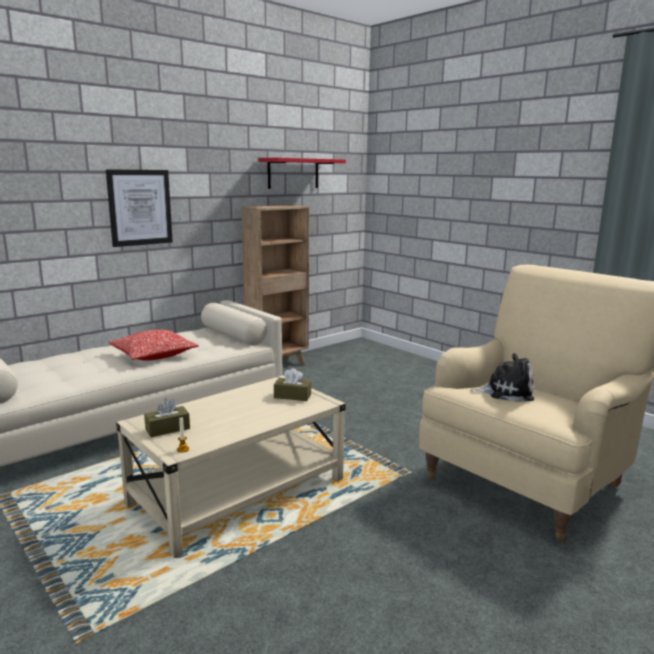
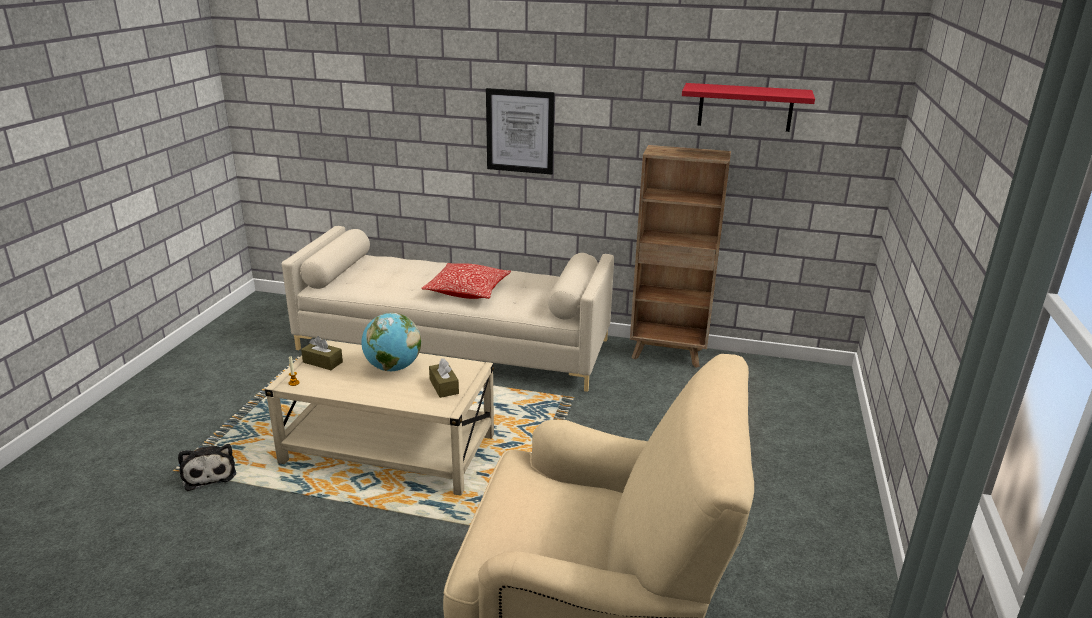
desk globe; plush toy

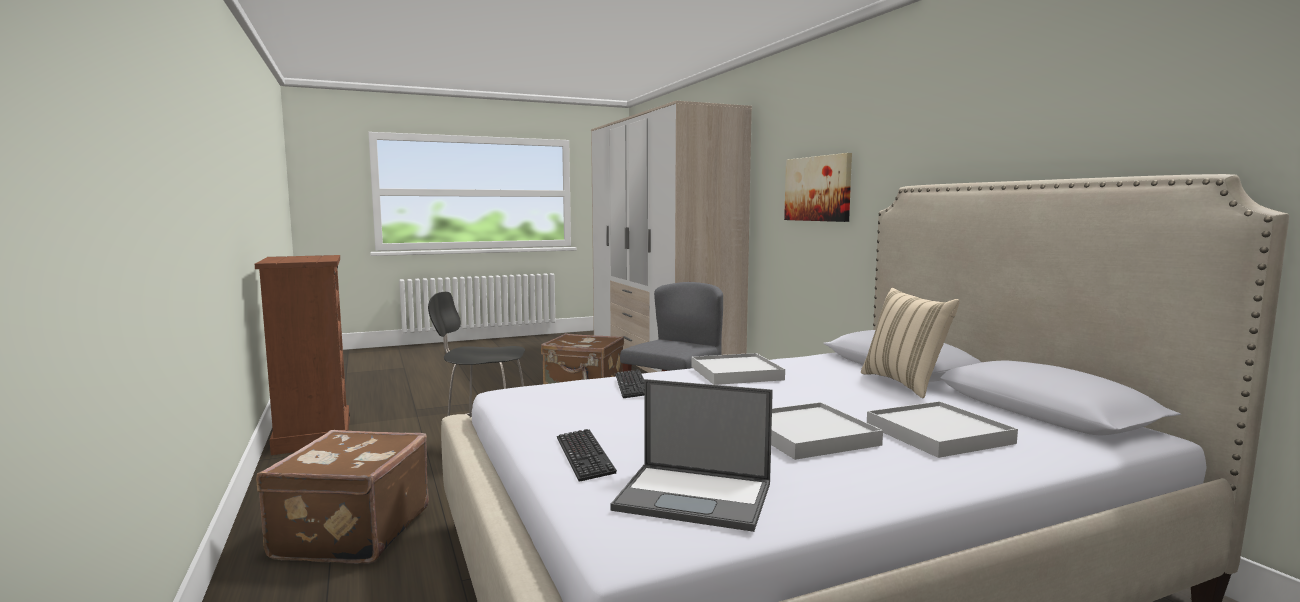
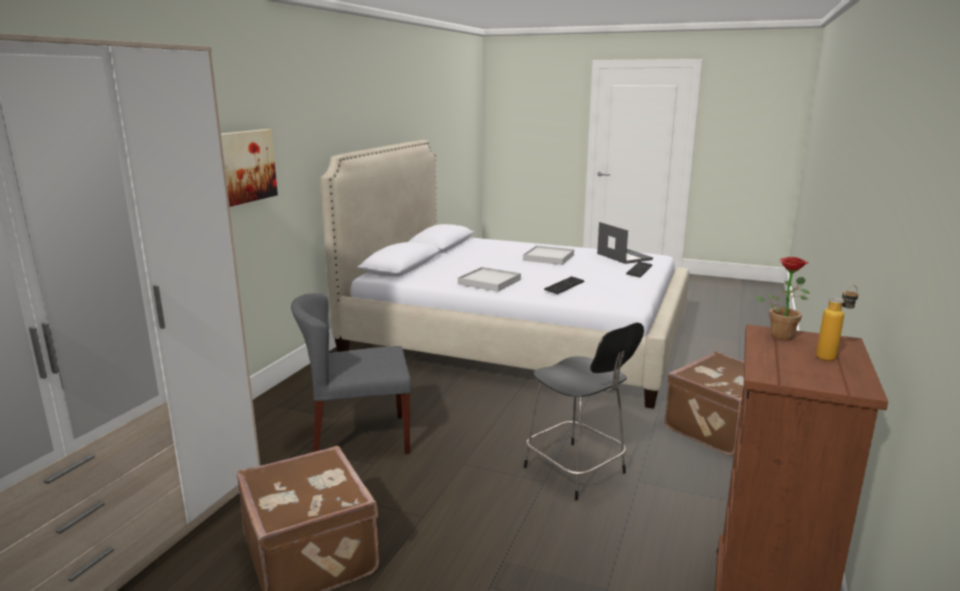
beige throw pillow; whitish serving tray (no. 3 from left in the first image); potted plant; bottle

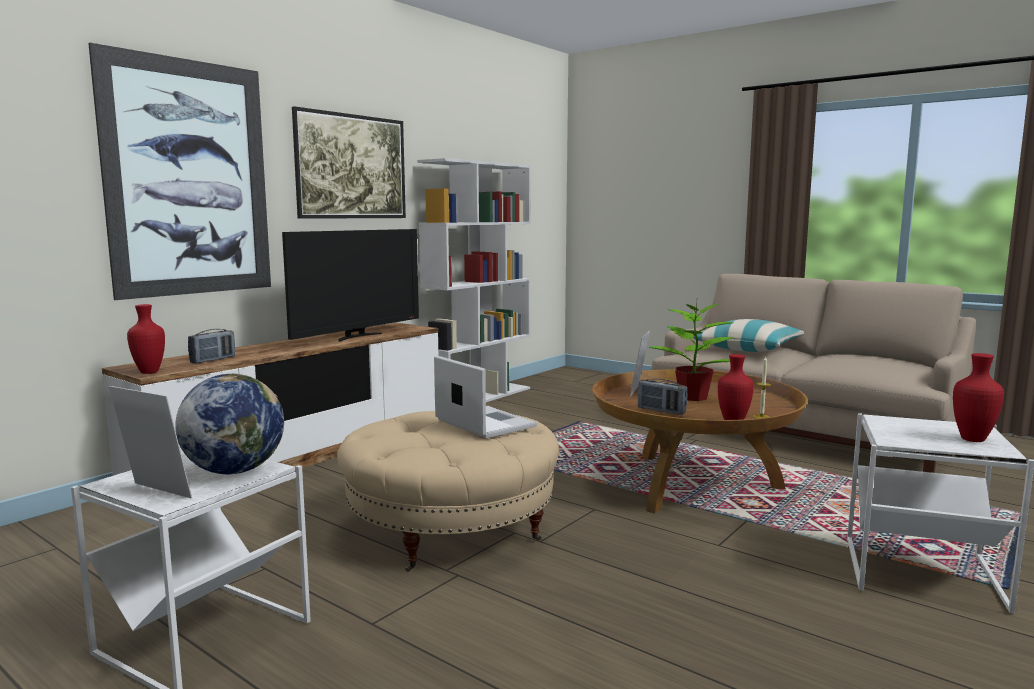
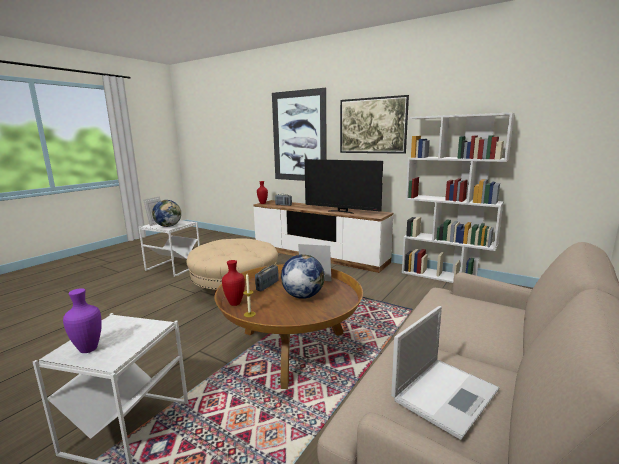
throw pillow; notebook computer; desk globe (no. 2 from left); purplish vase

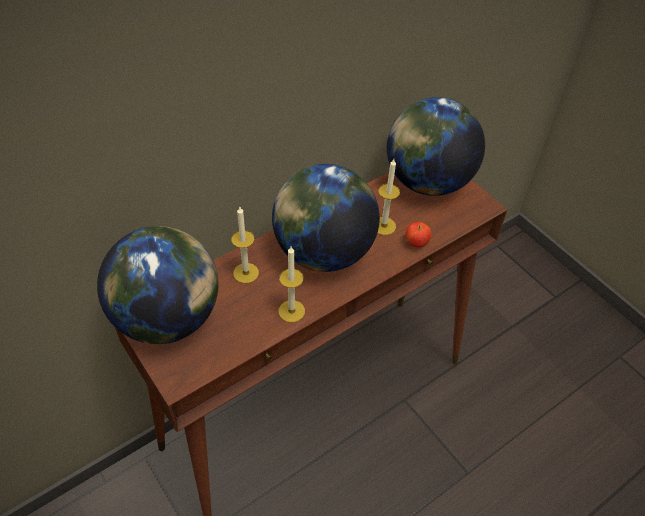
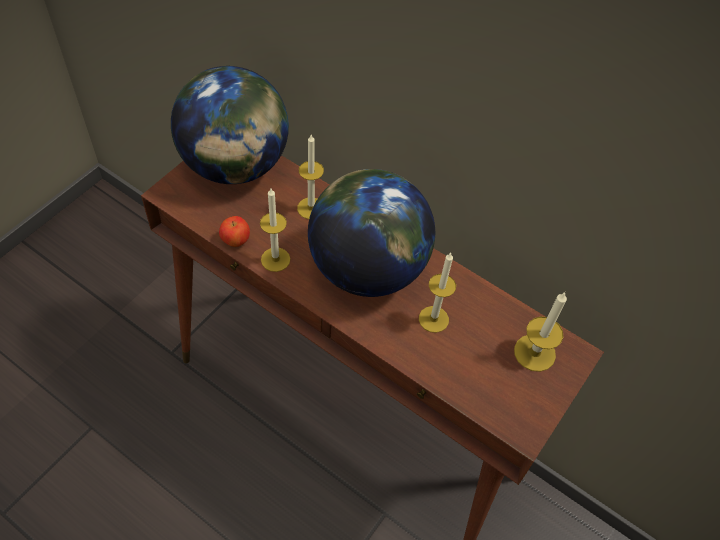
apple; wax light (no. 4 from left)

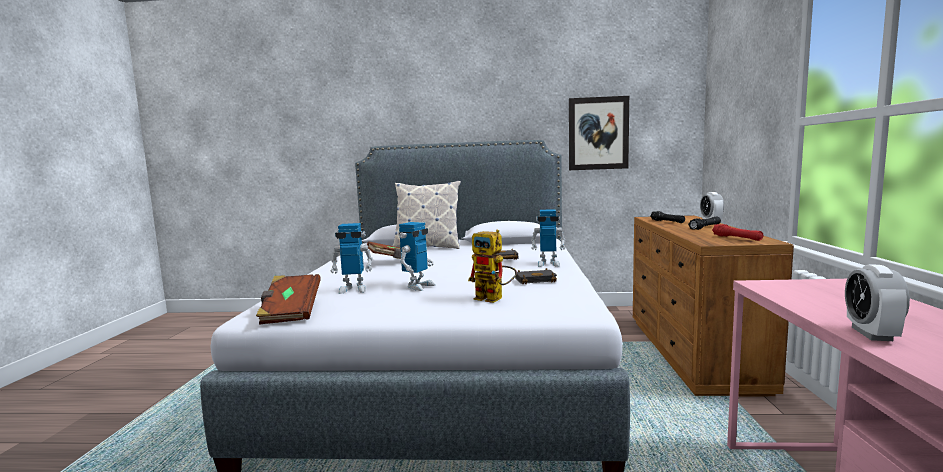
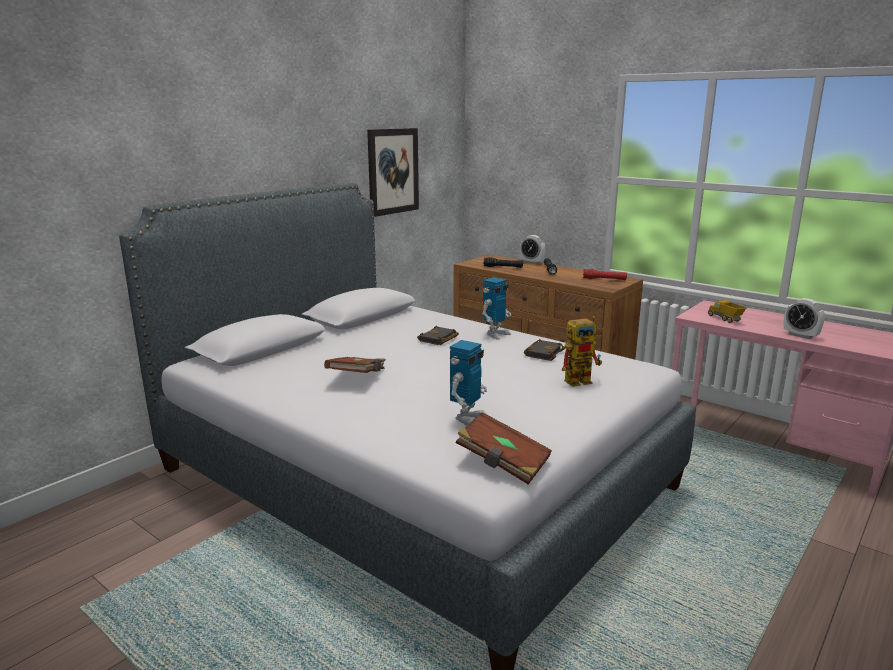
throw pillow; toy robot (no. 2 from left in the first image); toy truck

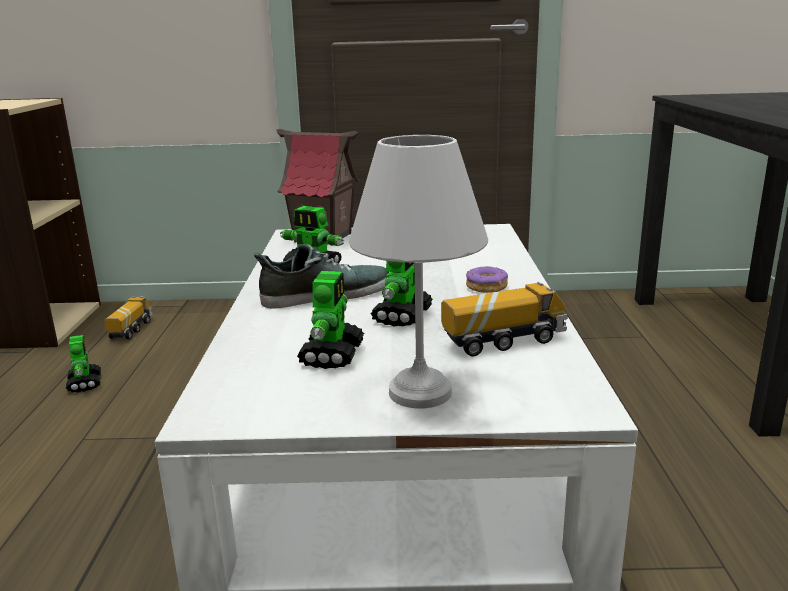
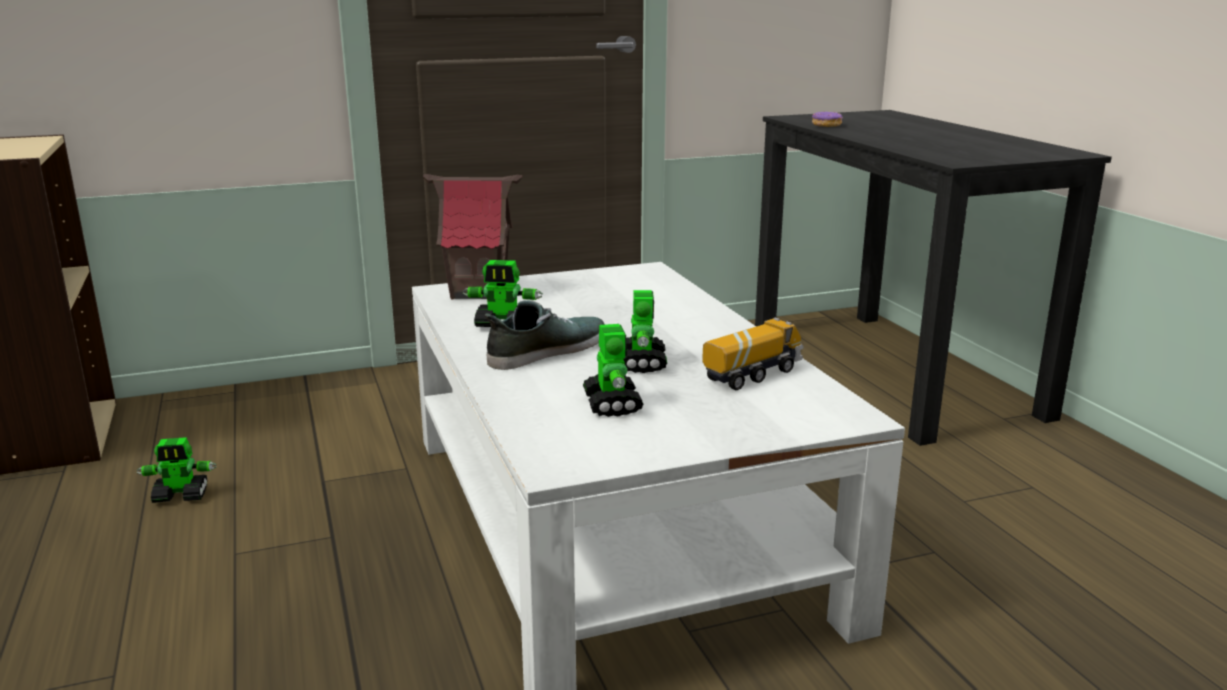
toy truck (no. 1 from left in the first image); whitish tabletop lamp; donut; toy robot (no. 1 from left)

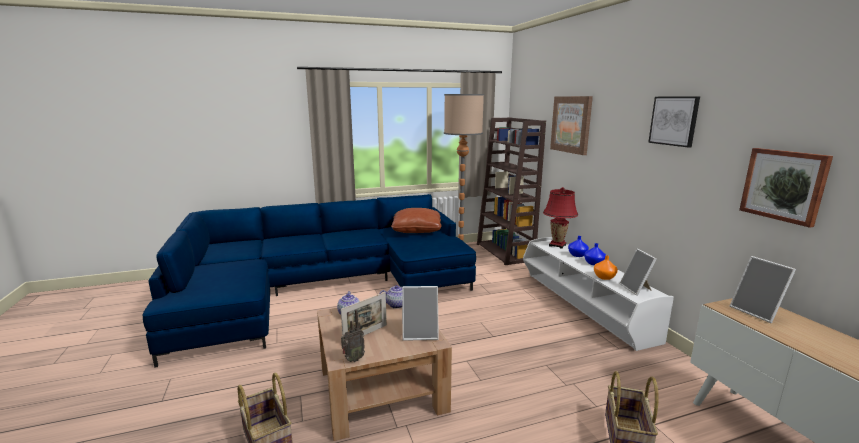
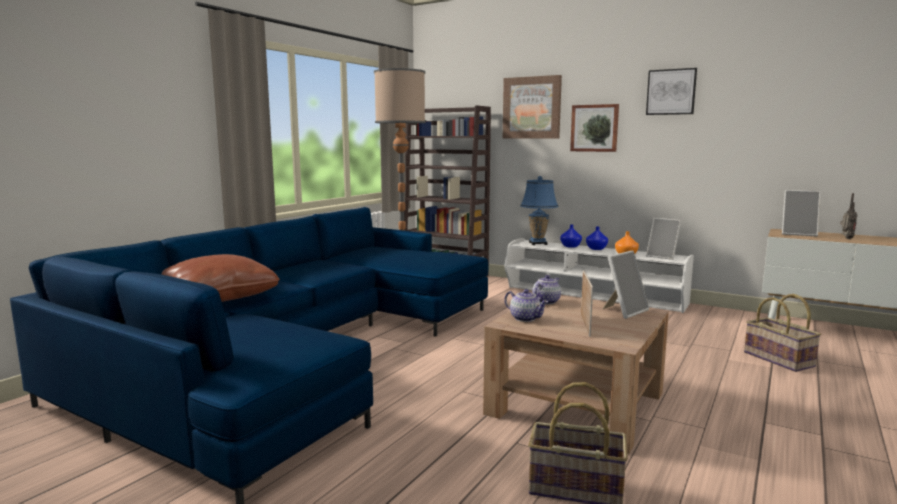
radio receiver; brownish throw pillow; wall picture (no. 2 from left); bluish tabletop lamp

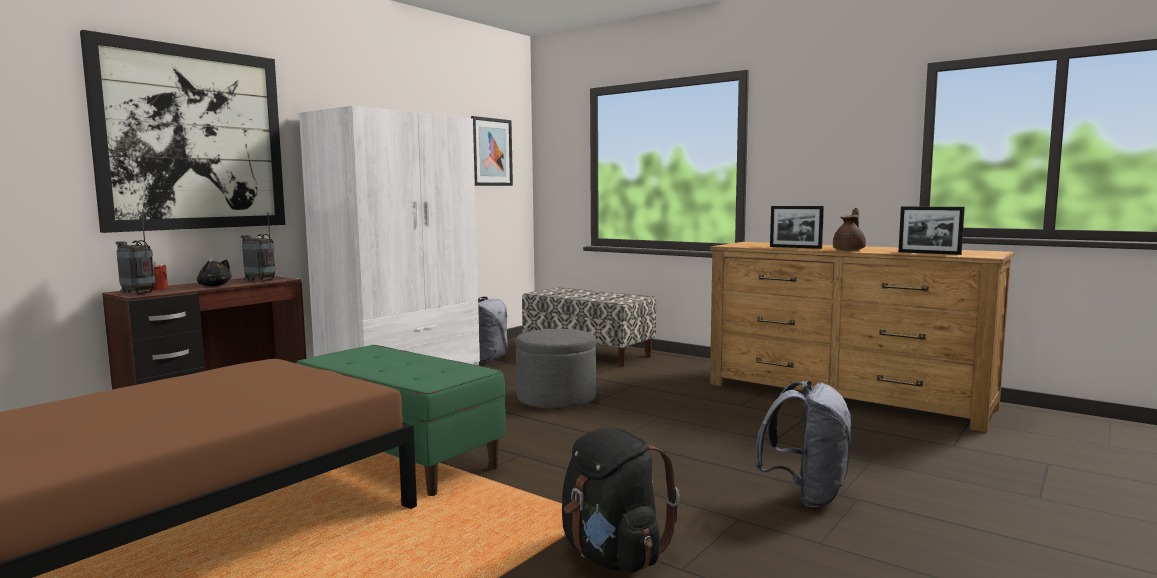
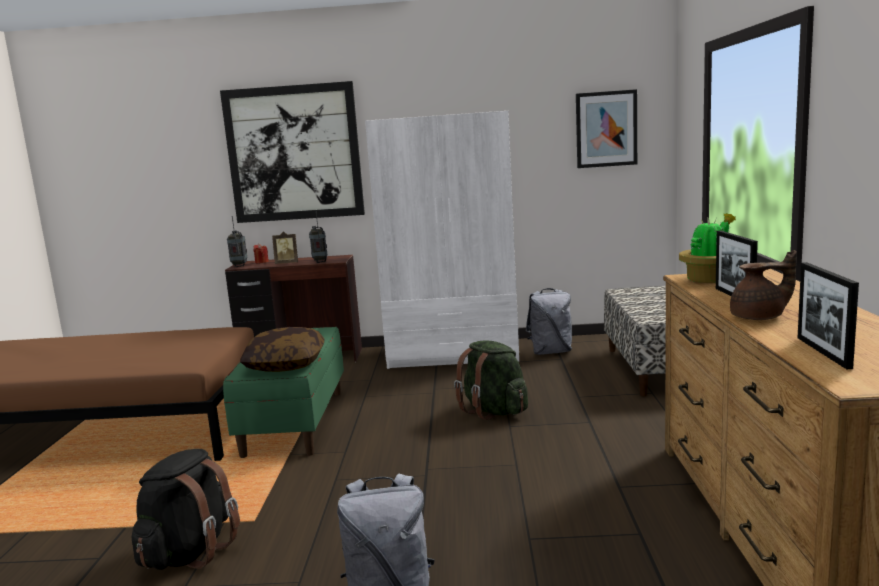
throw pillow; potted plant; standing frame (no. 1 from left); greenish knapsack

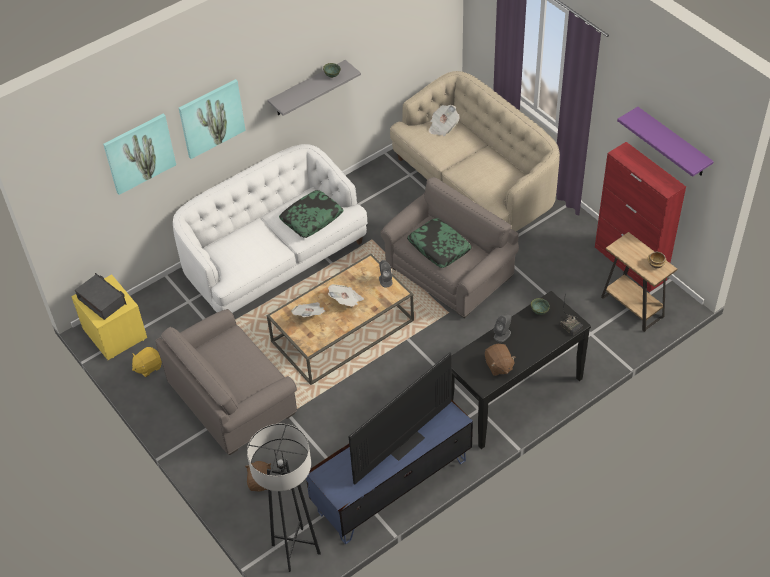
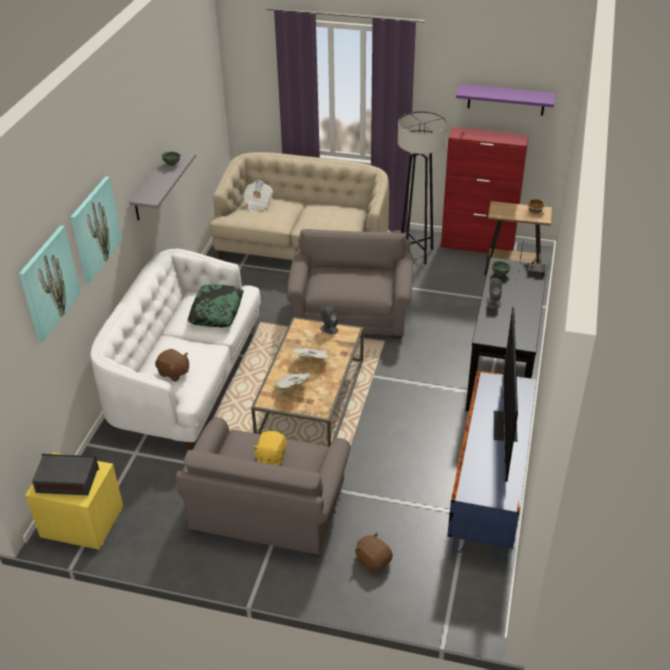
throw pillow (no. 2 from left in the first image); yellow plush toy; grey standard lamp; brownish plush toy (no. 1 from left)

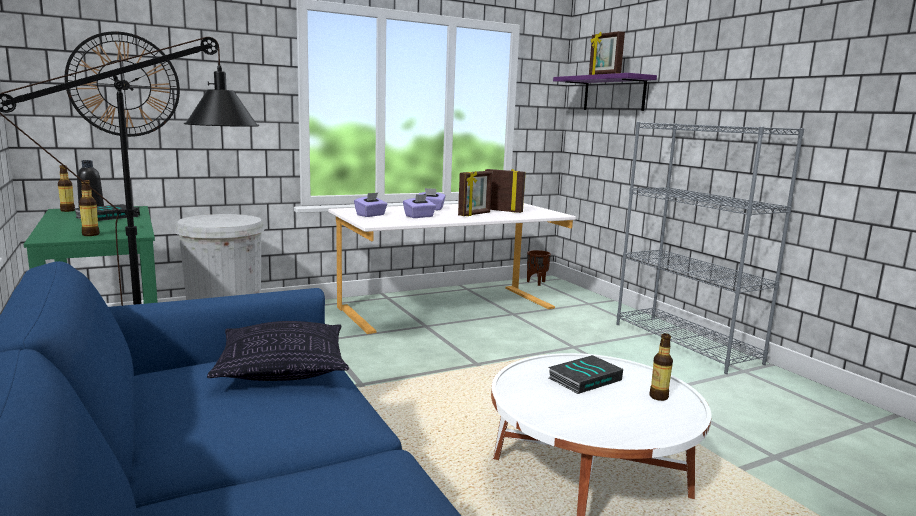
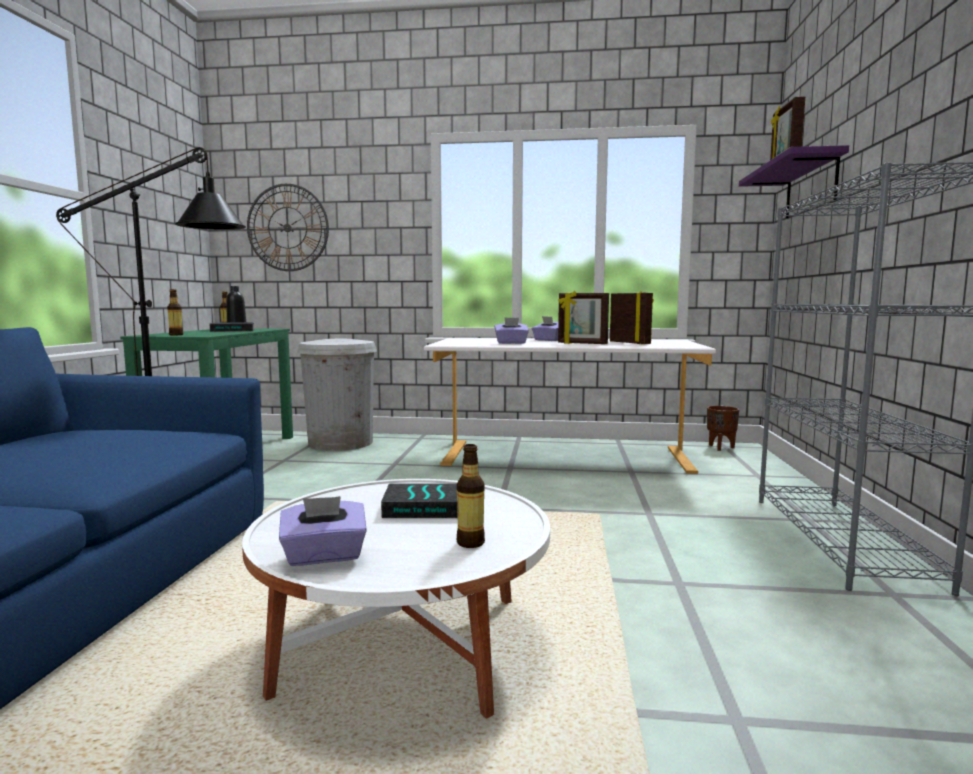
throw pillow; purplish tissue box (no. 1 from left); standing frame (no. 1 from left)

